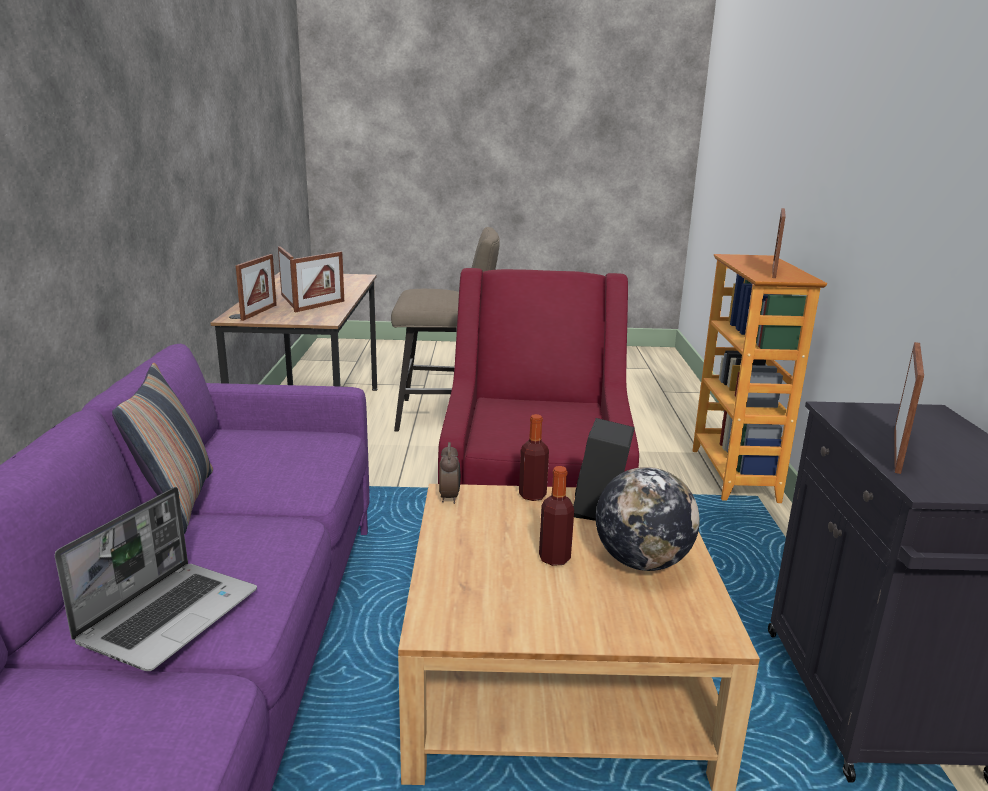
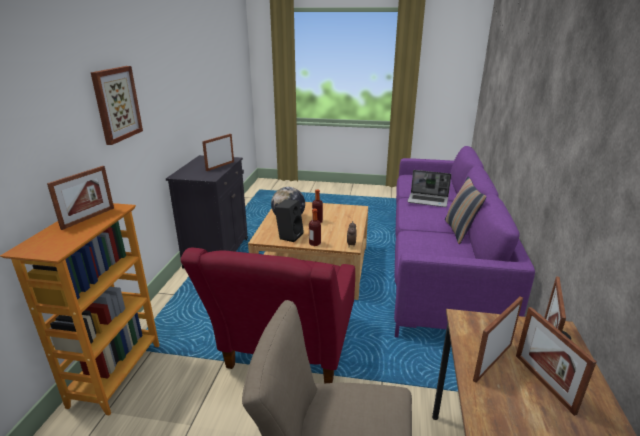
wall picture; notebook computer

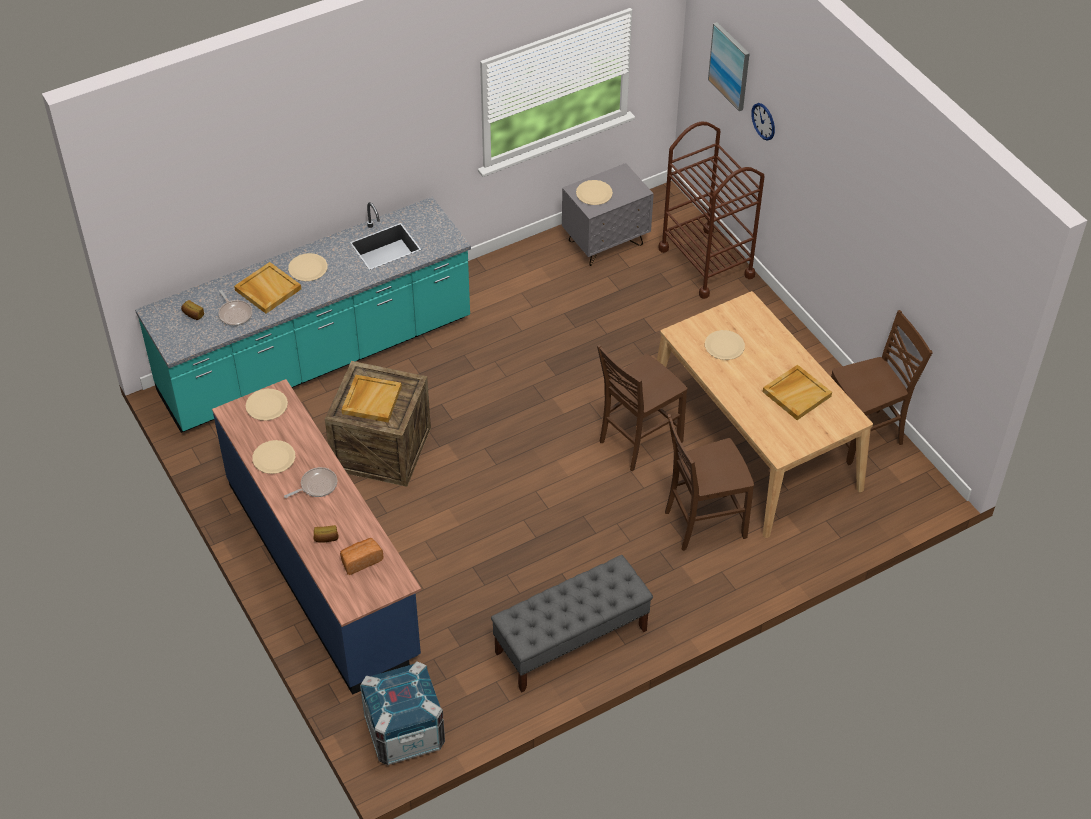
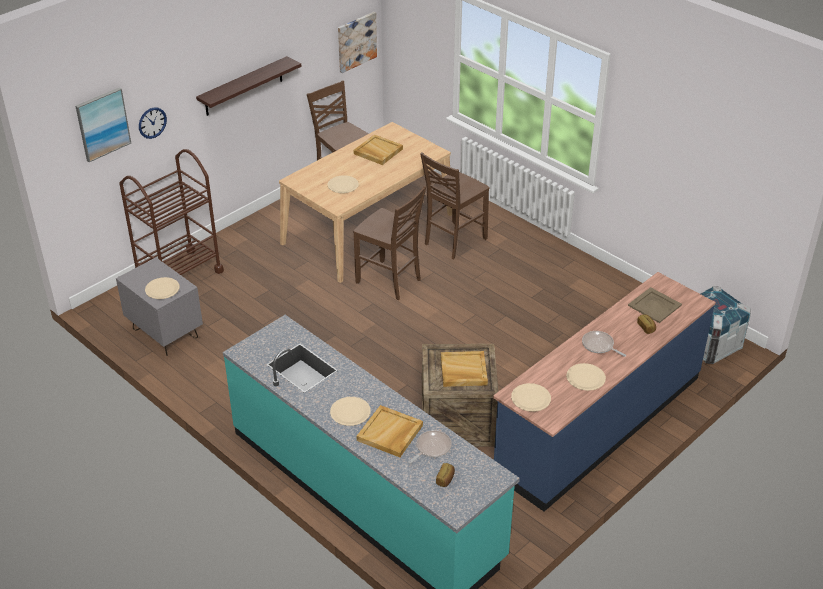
grey long seat; shelf; wall picture (no. 2 from left); beige serving tray (no. 4 from left); brownish upright chair (no. 3 from left)

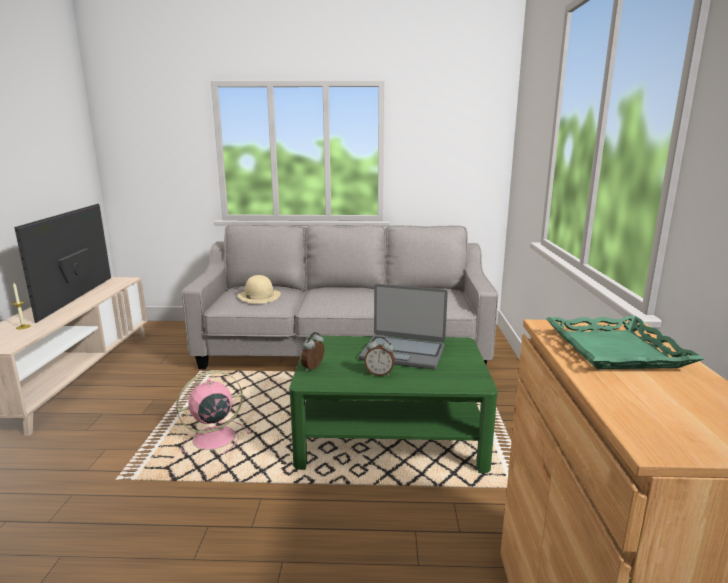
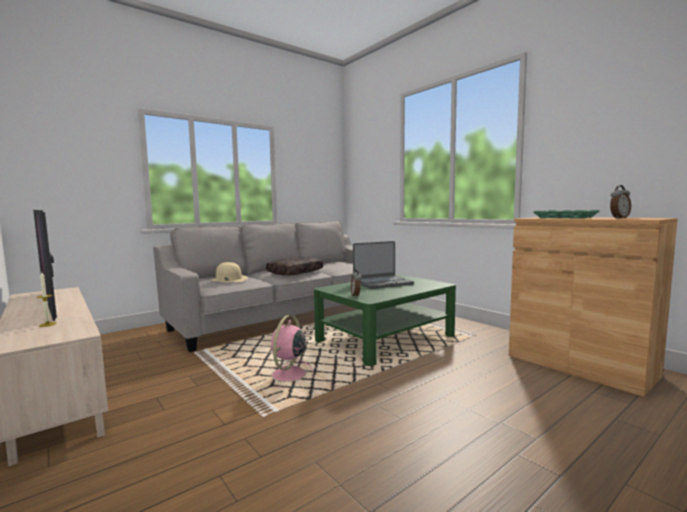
brownish throw pillow; table clock (no. 2 from left)

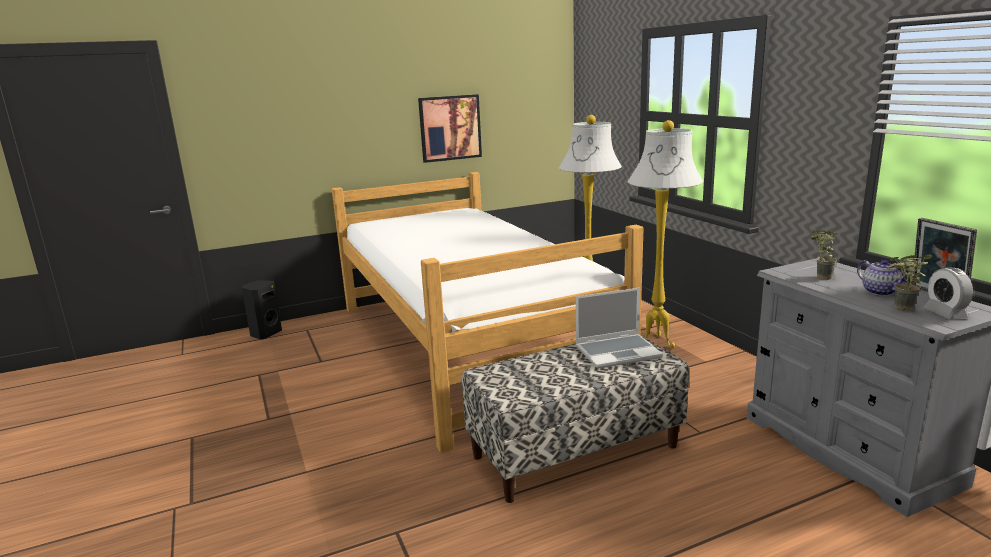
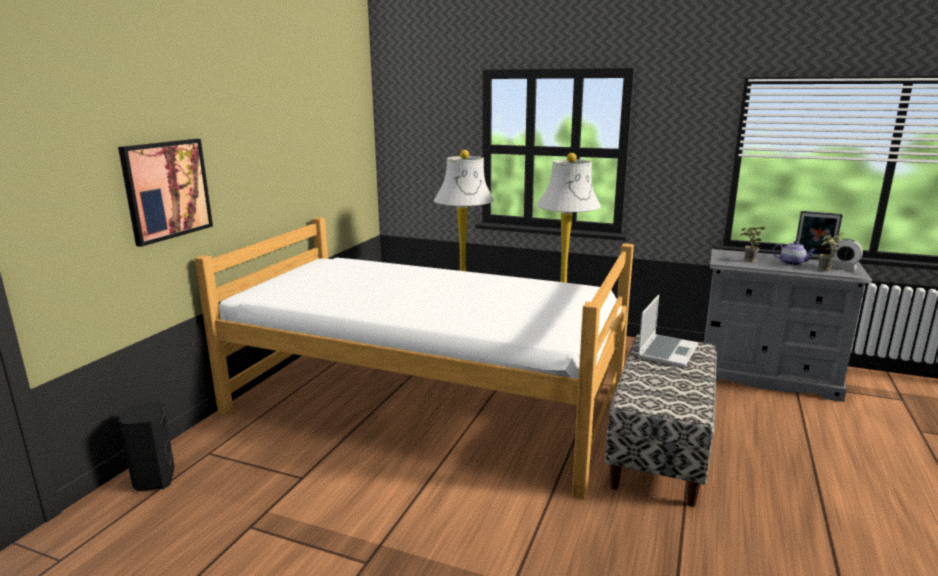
wall picture

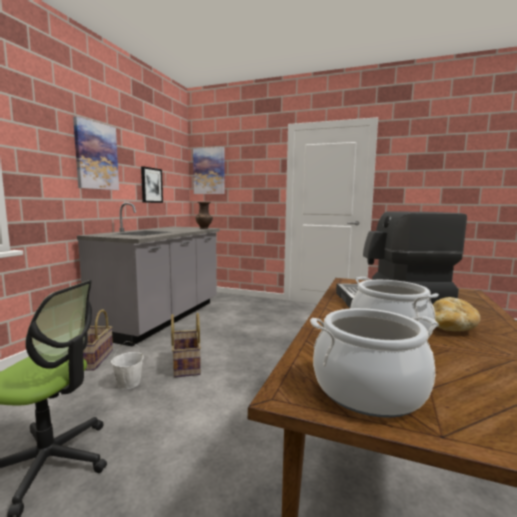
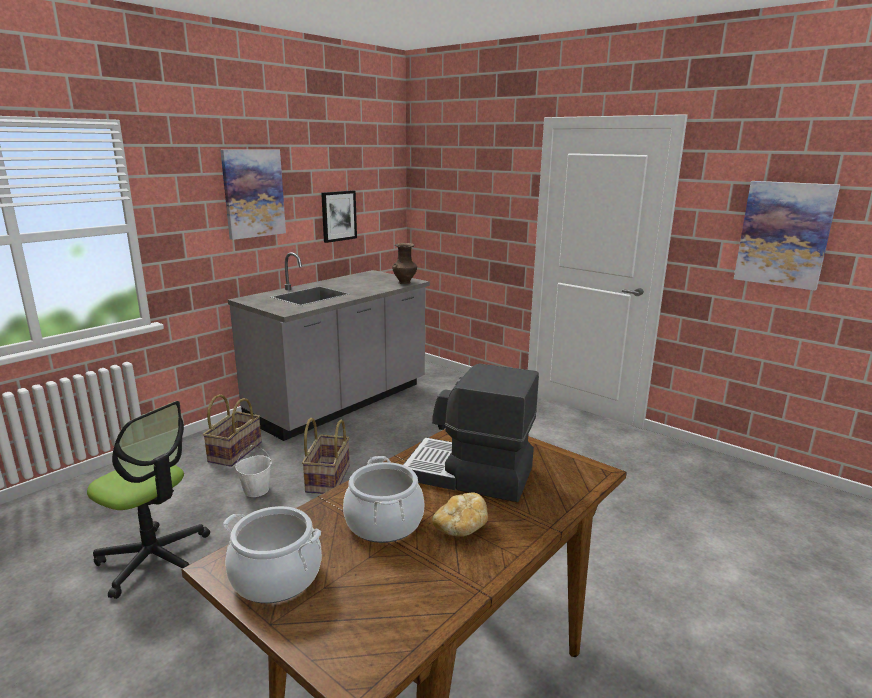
wall picture (no. 3 from left)

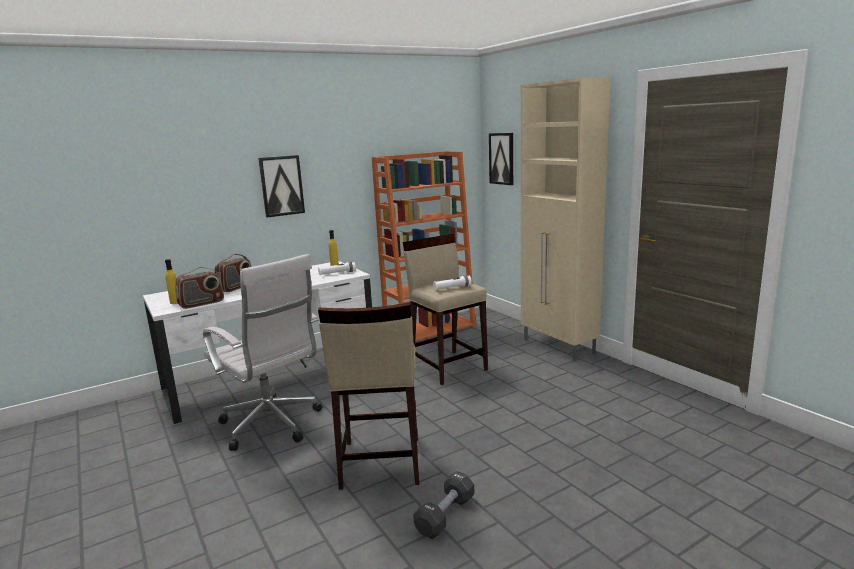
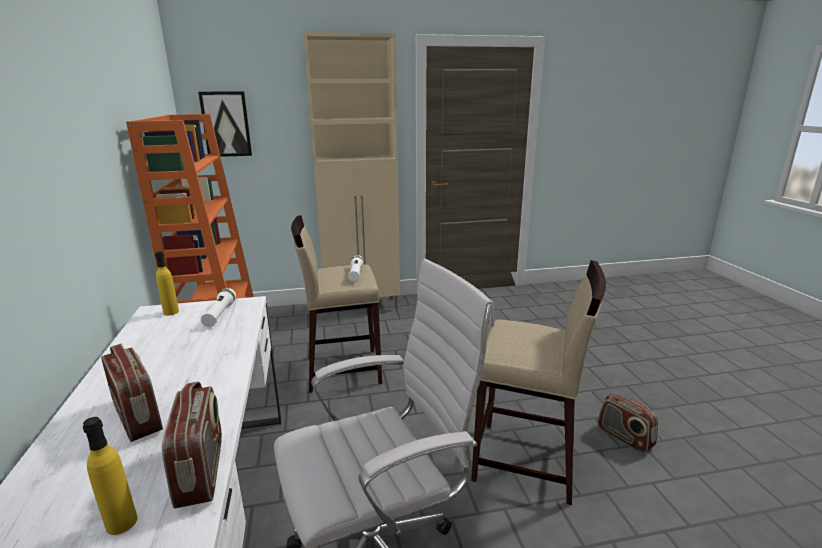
wall picture (no. 1 from left in the first image); radio receiver (no. 3 from left)

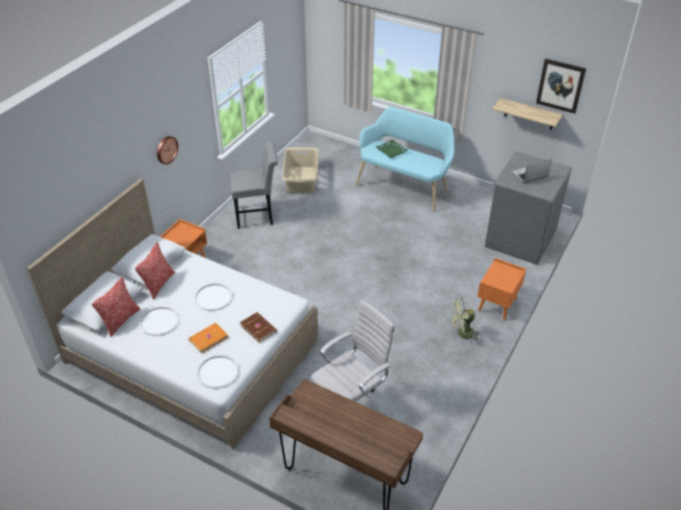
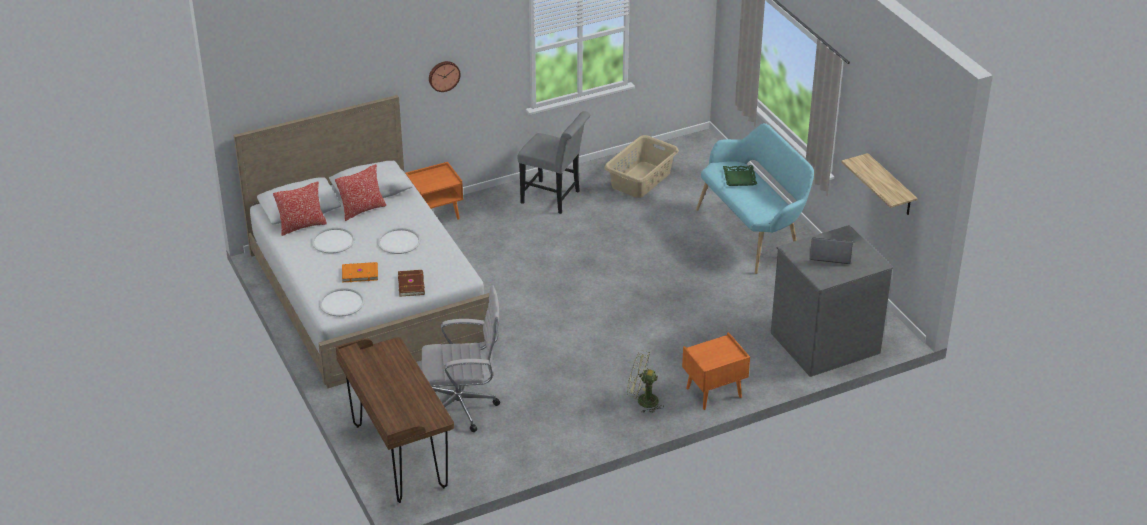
wall picture

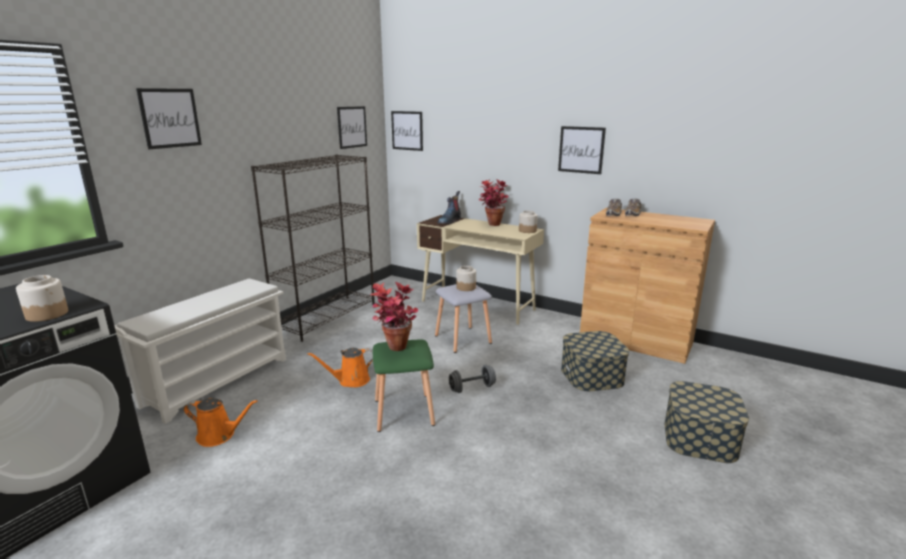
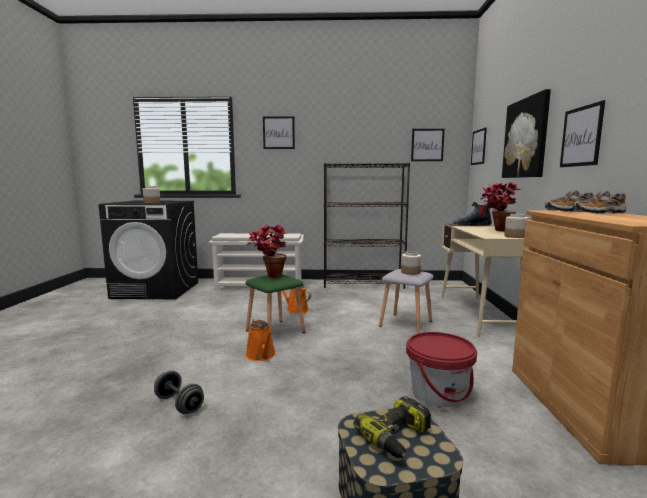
drill; wall picture (no. 4 from left); orangey watering pot (no. 1 from left); grey dumbbell; red bucket

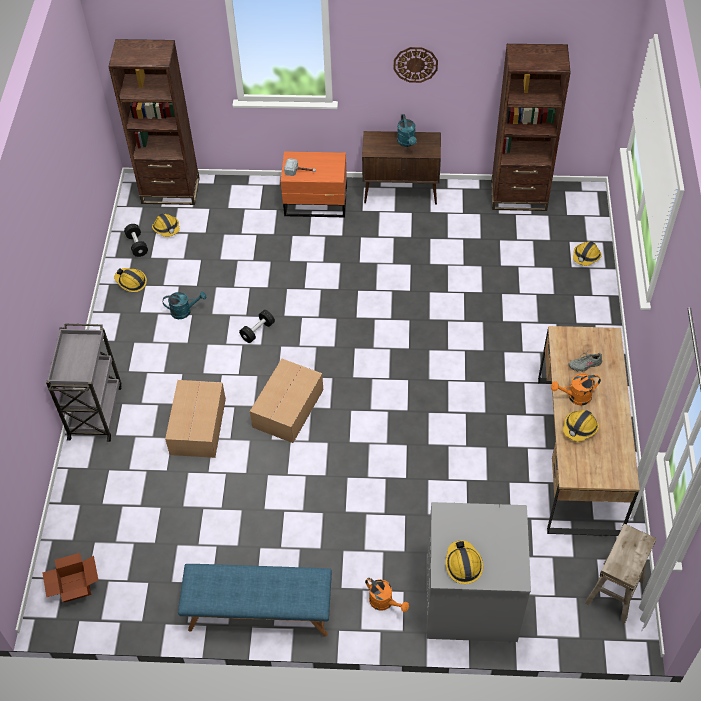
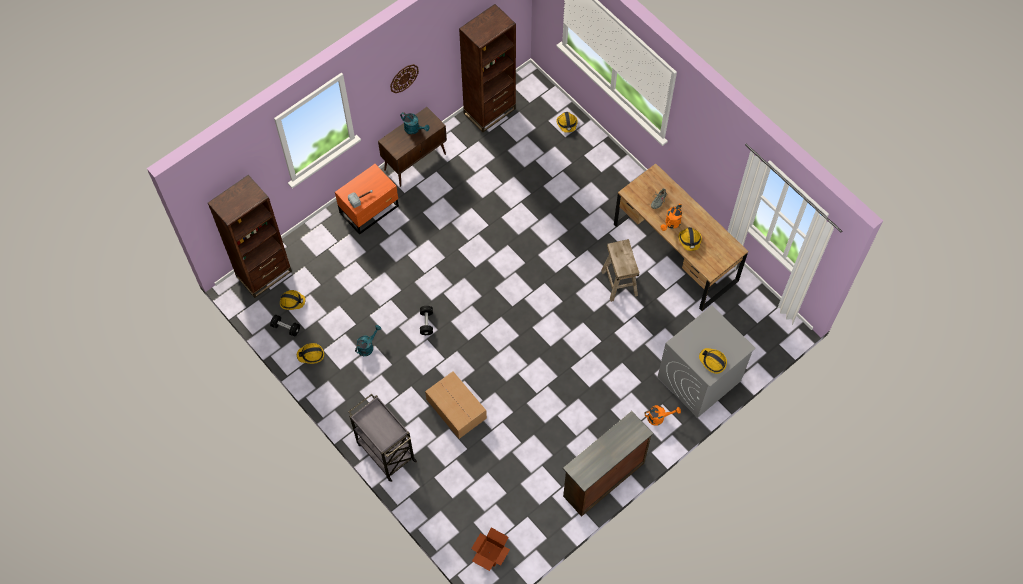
carton (no. 3 from left in the first image); beige stool; brownish chest of drawers

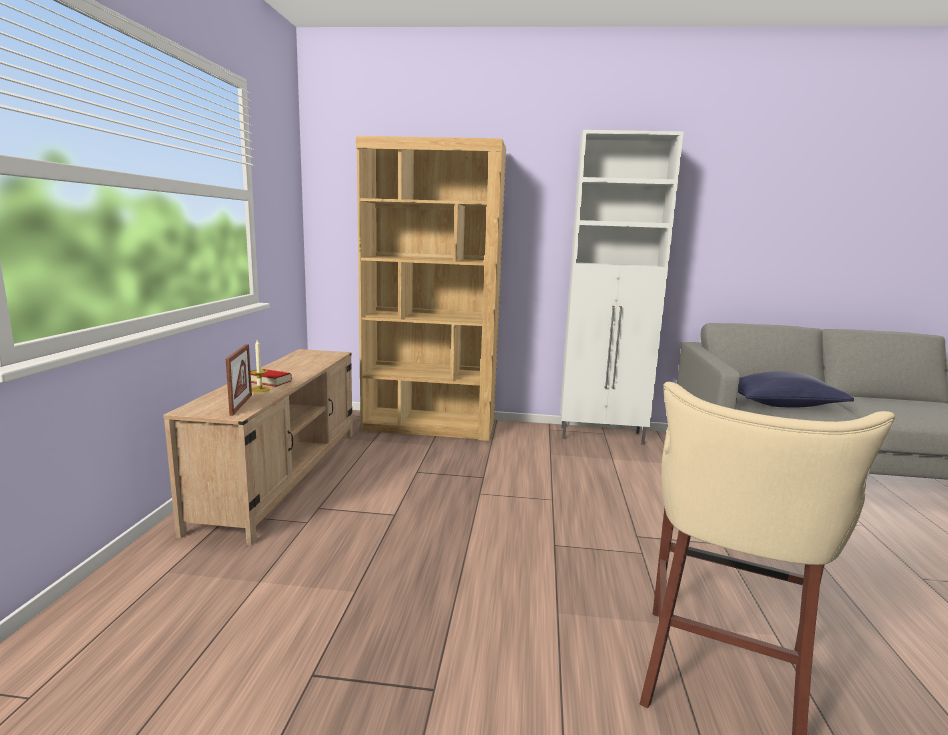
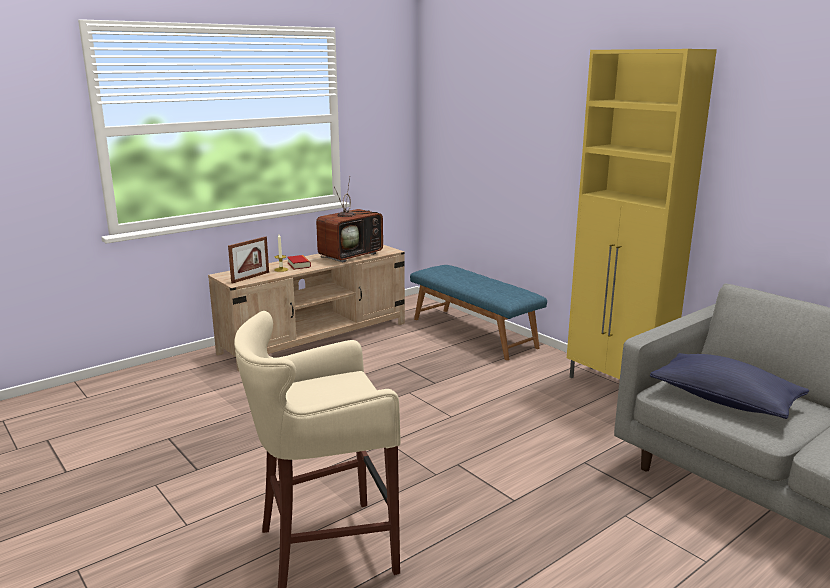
television; bluish long seat; yellow storage cabinet

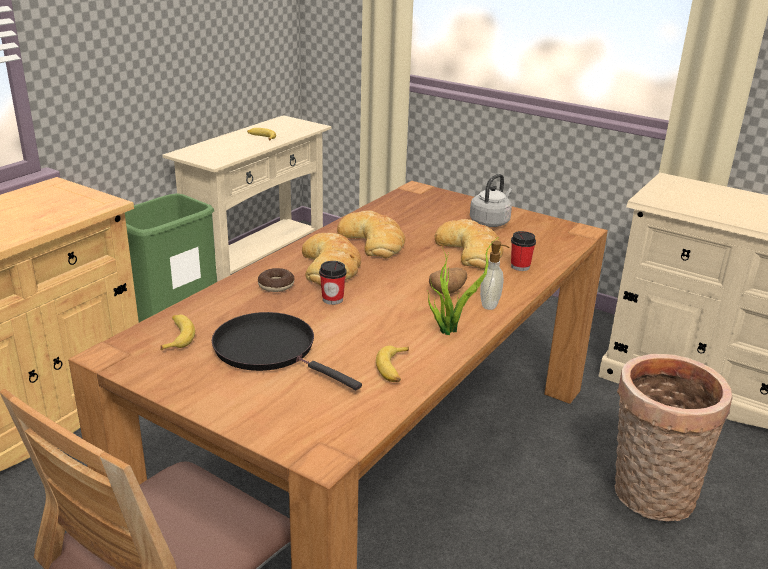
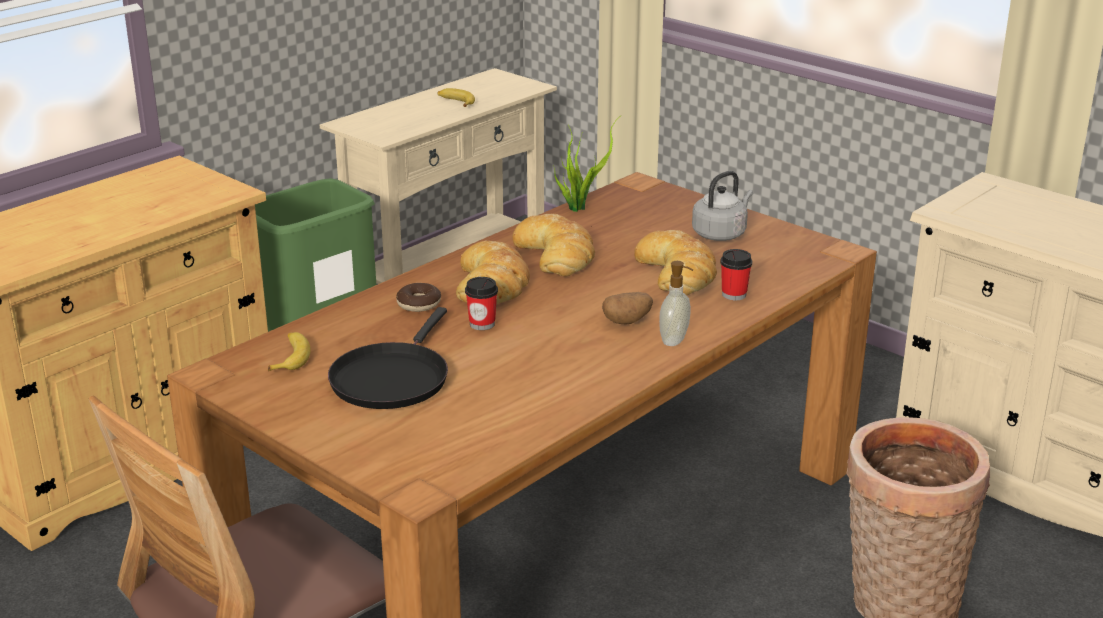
banana (no. 3 from left in the first image); potted plant; black-coloured skillet

